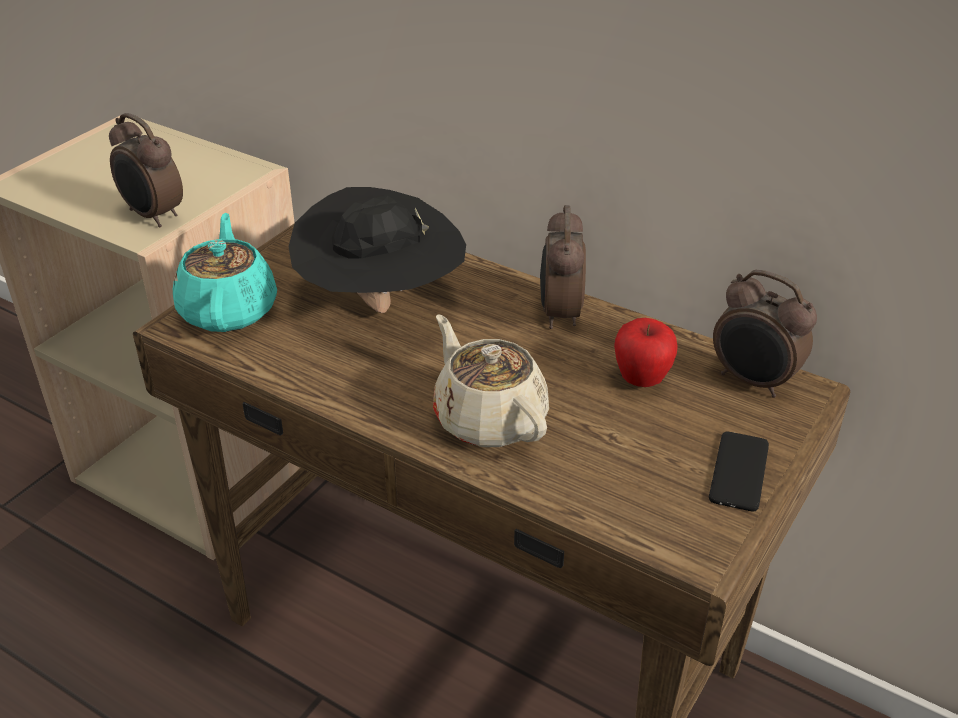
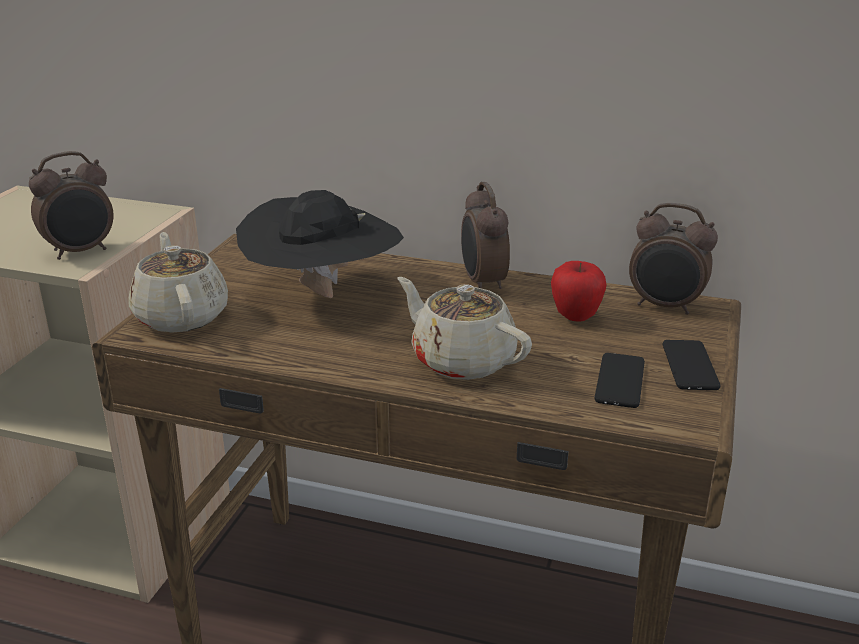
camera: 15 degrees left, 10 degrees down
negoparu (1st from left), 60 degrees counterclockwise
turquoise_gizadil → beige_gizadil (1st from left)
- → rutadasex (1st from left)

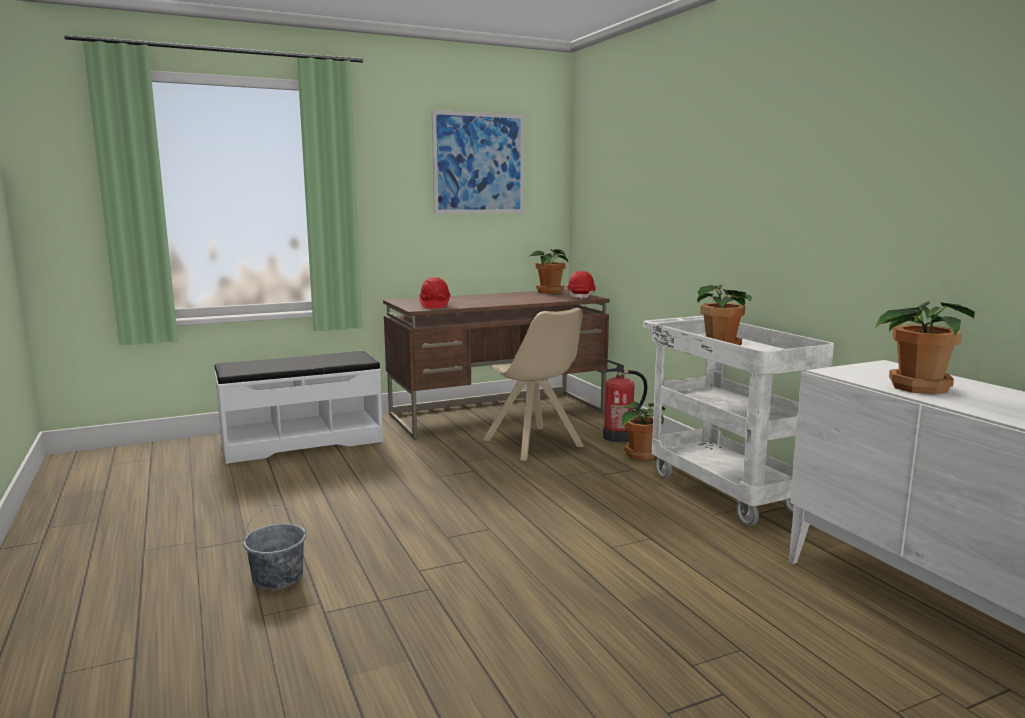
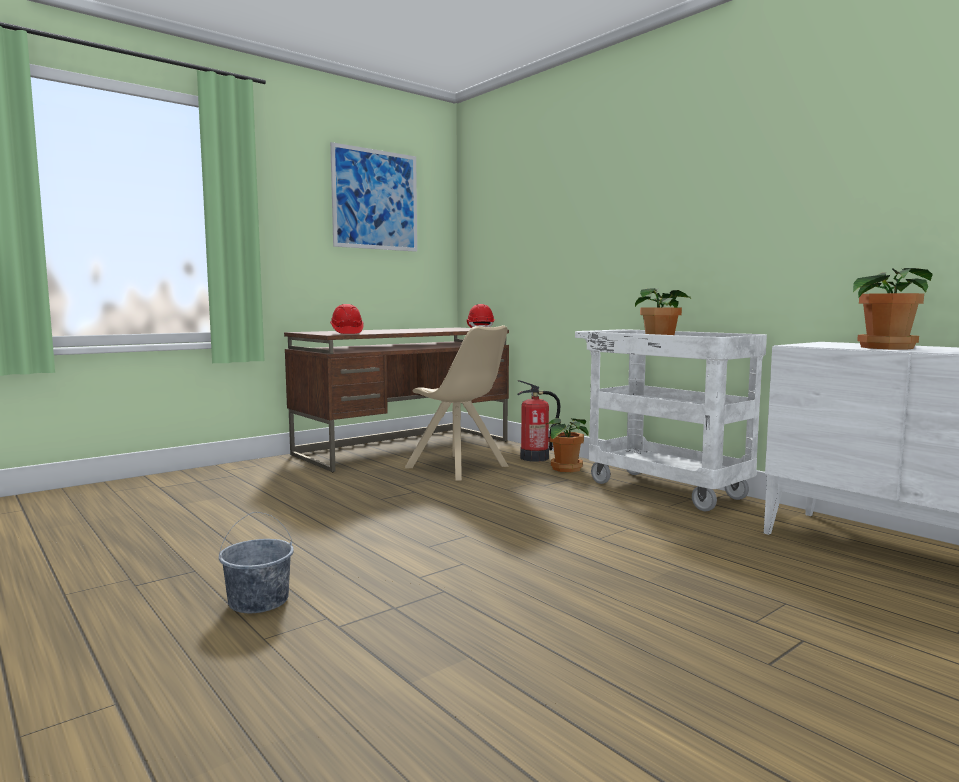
camera: 15 degrees left, 5 degrees down
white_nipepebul → -
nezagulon (1st from left) → -

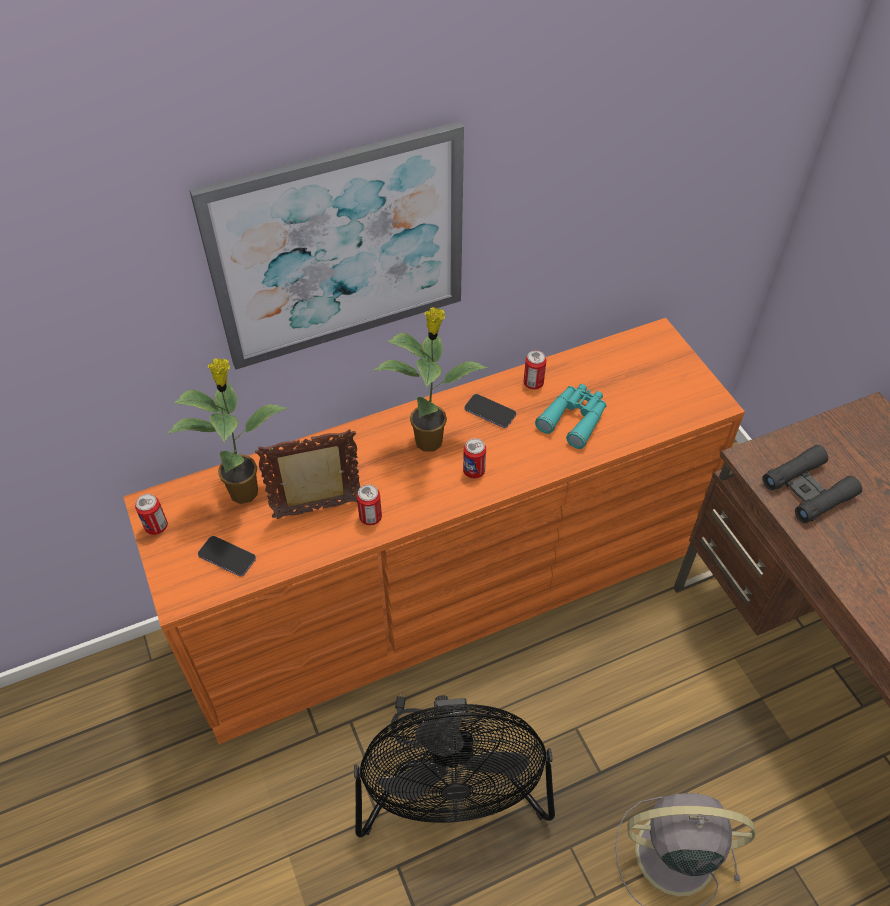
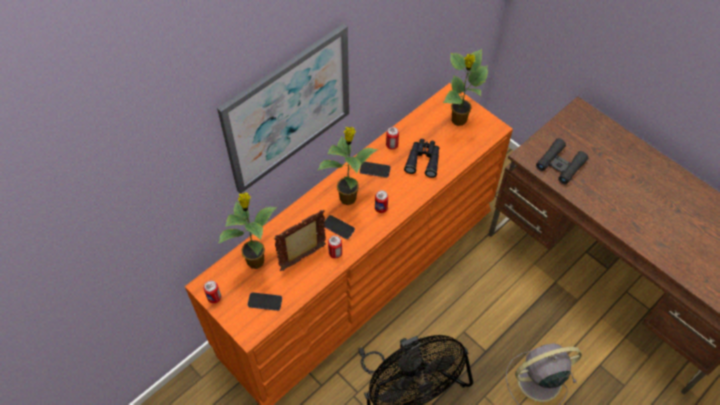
camera: 20 degrees left, 5 degrees up
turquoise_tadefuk → black_tadefuk (1st from left)
- → rutadasex (2nd from left)
- → nezagulon (3rd from left)

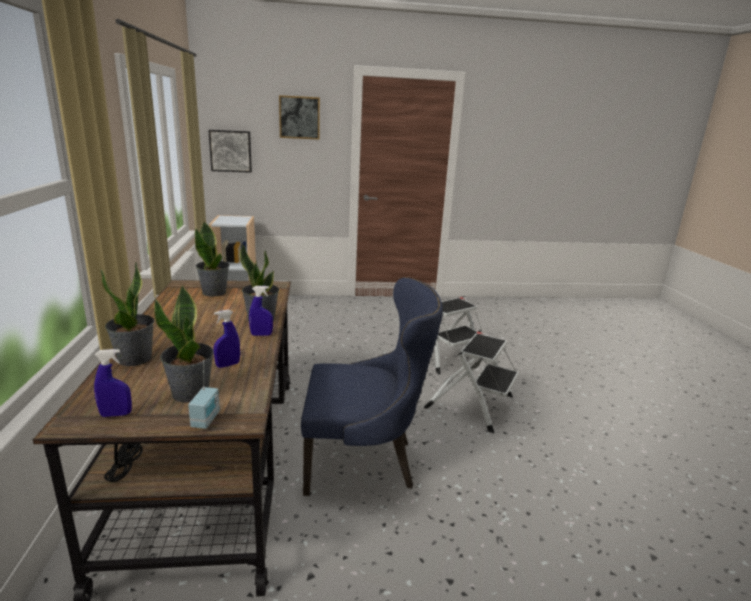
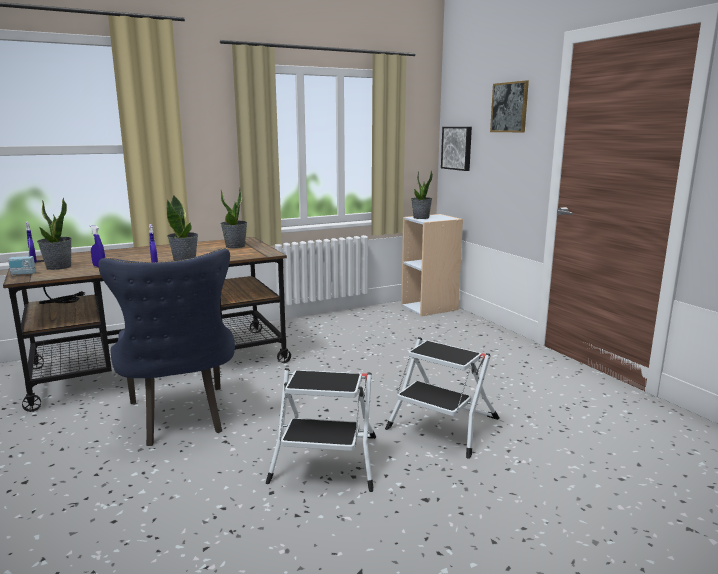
camera: 70 degrees right, 5 degrees down
nezagulon (1st from left in the first image) → nezagulon (4th from left), move

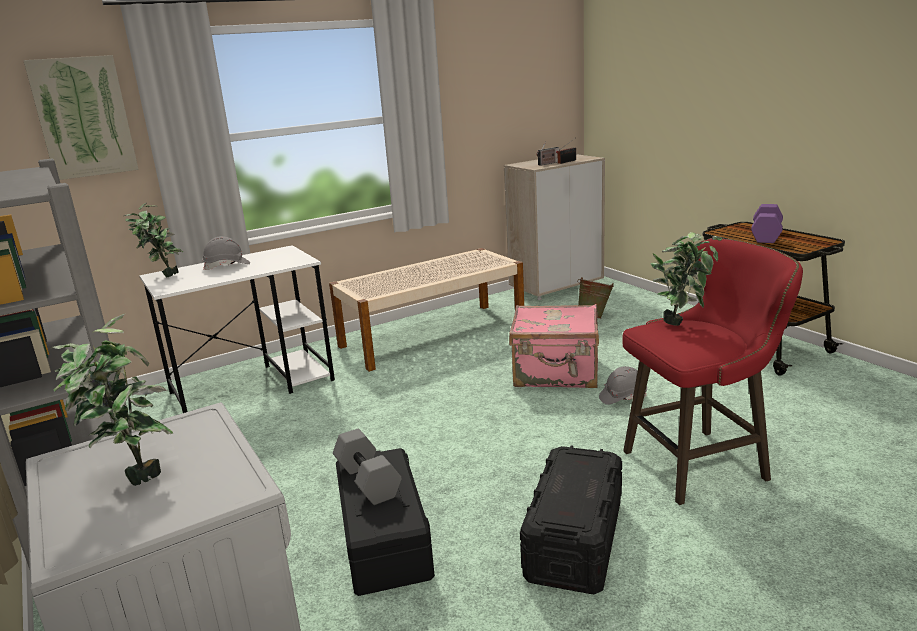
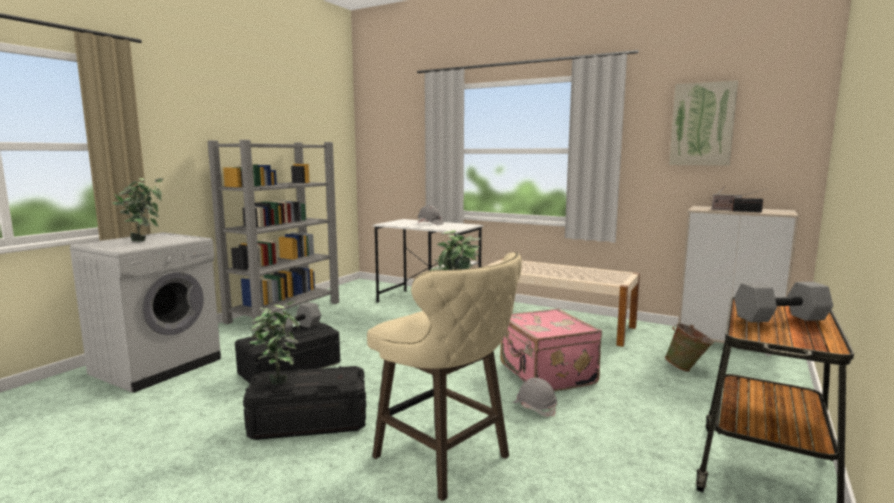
camera: 60 degrees right, 10 degrees down
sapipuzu, move
nezagulon (2nd from left), move
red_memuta → beige_memuta
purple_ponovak → grey_ponovak (2nd from left)

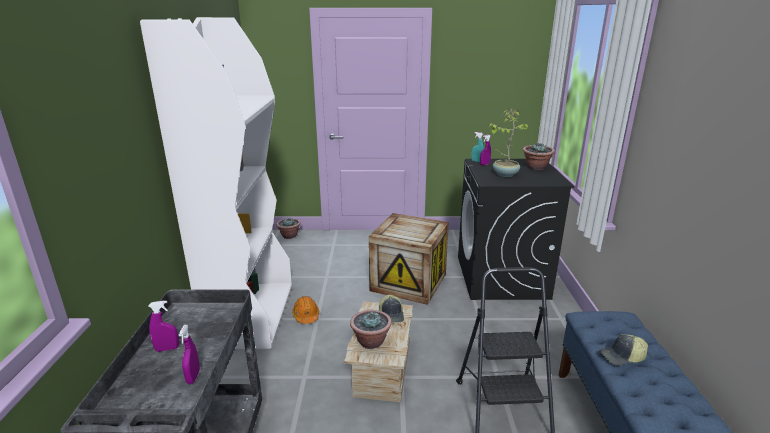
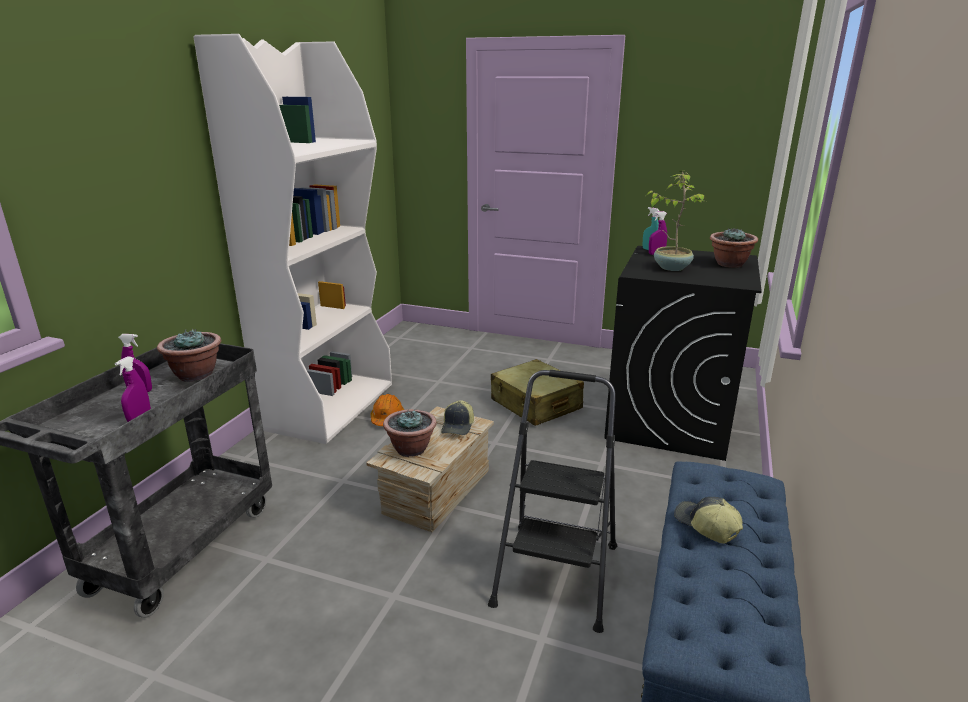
camera: 20 degrees right, 0 degrees up
nezagulon (1st from left), move
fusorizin (2nd from left) → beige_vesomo
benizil (2nd from left), 45 degrees clockwise

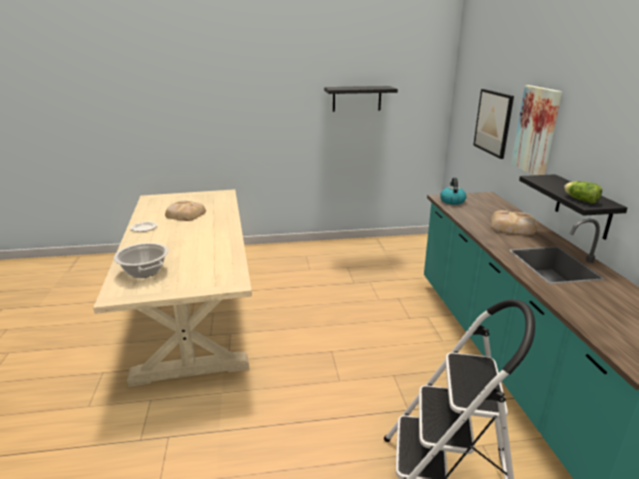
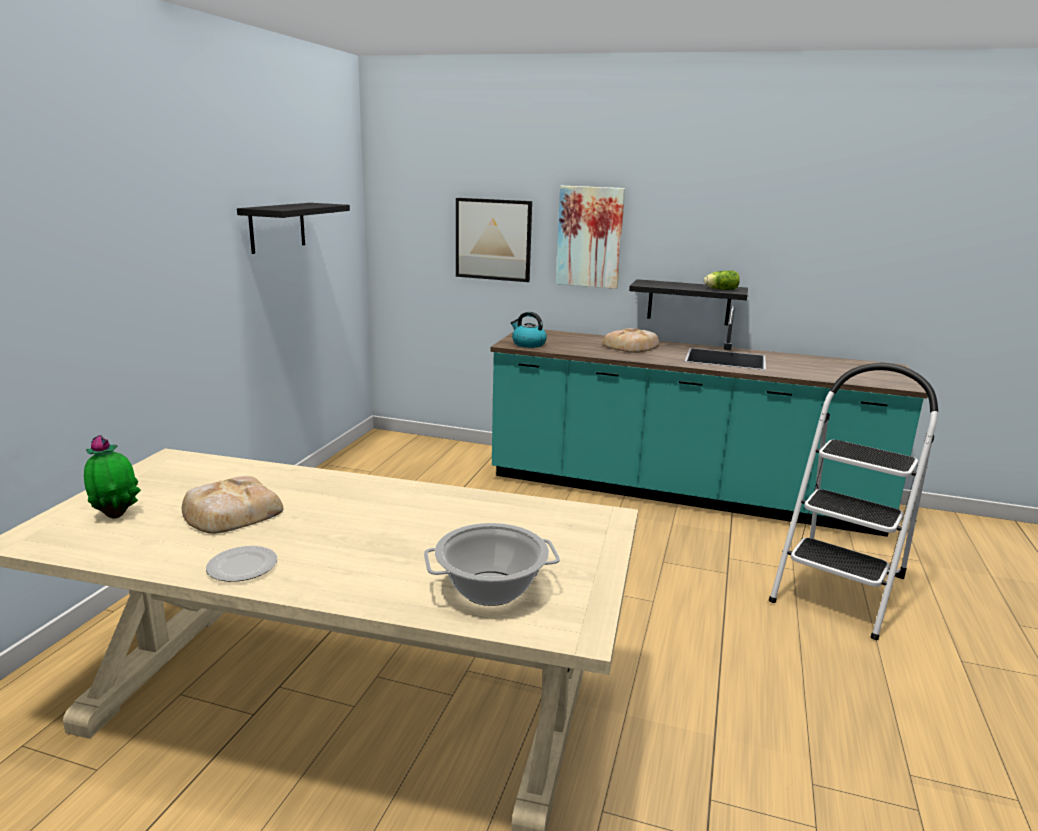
camera: 65 degrees left, 5 degrees down
- → nezagulon

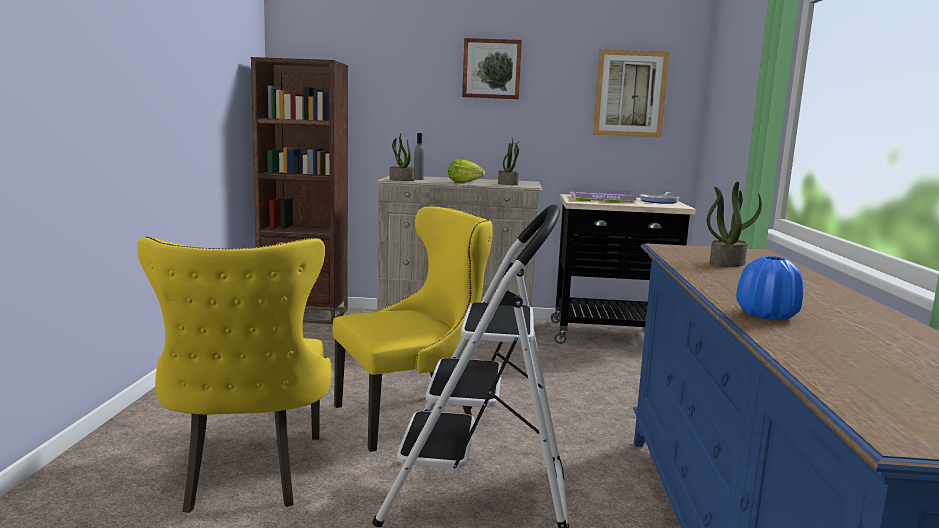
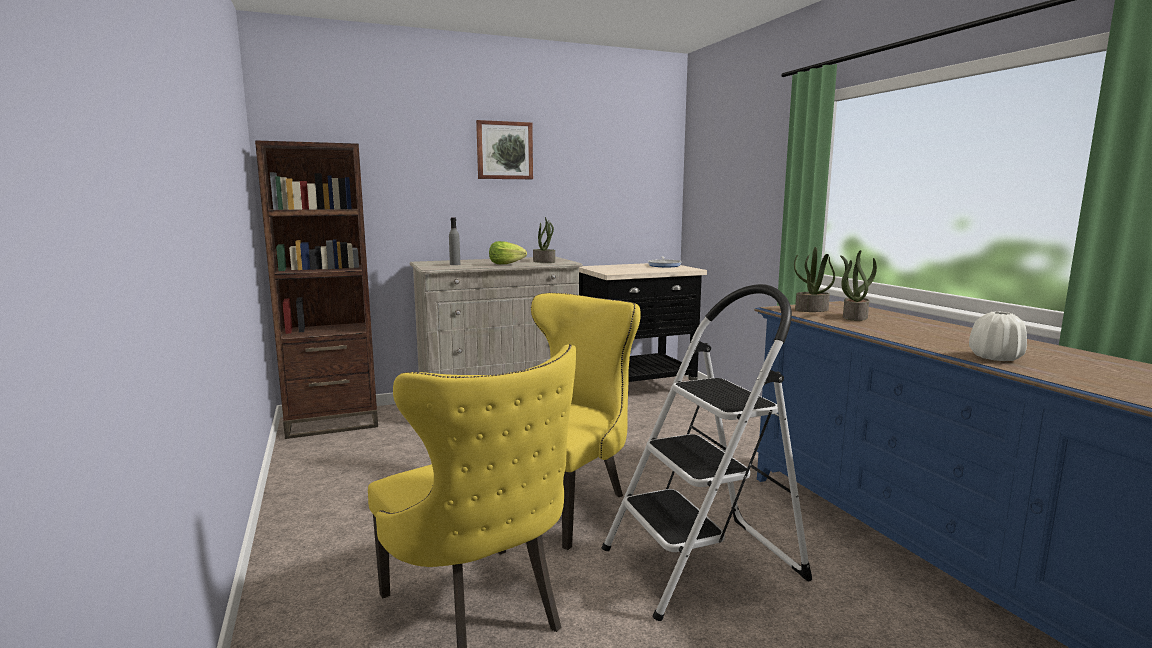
camera: 25 degrees left, 0 degrees up
nezagulon (1st from left in the first image) → nezagulon (2nd from left), move
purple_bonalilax → -
sapipuzu (2nd from left) → -
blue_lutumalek → white_lutumalek

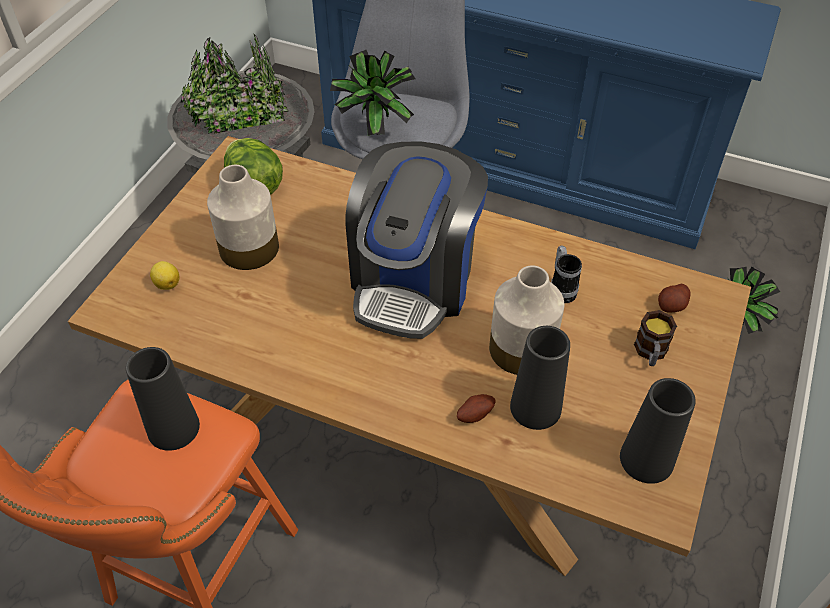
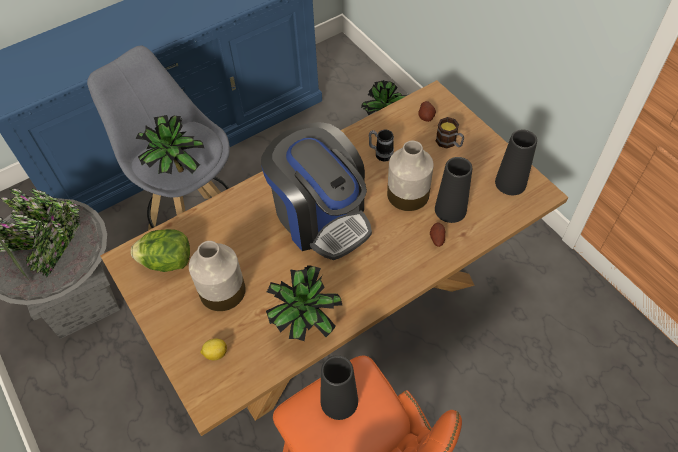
camera: 55 degrees left, 5 degrees up
- → nezagulon (2nd from left)

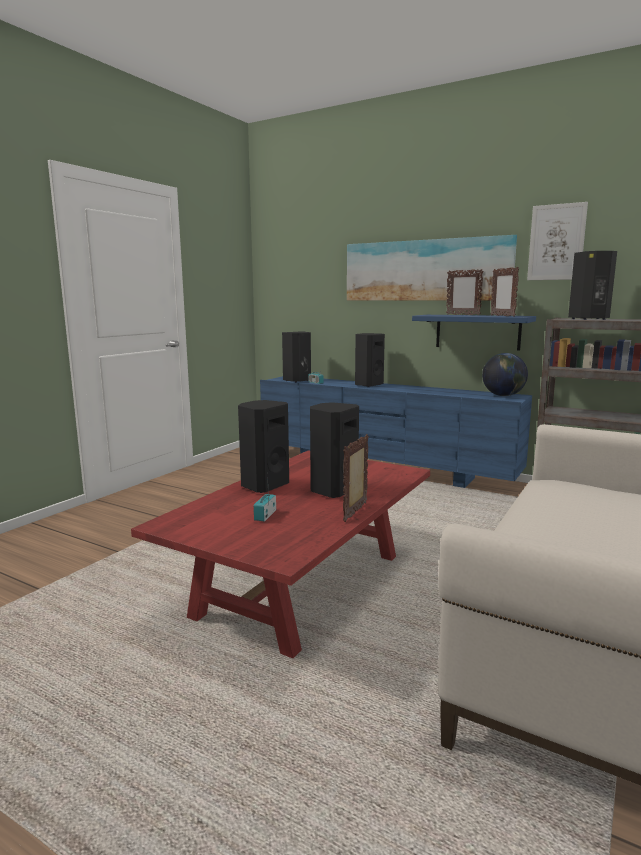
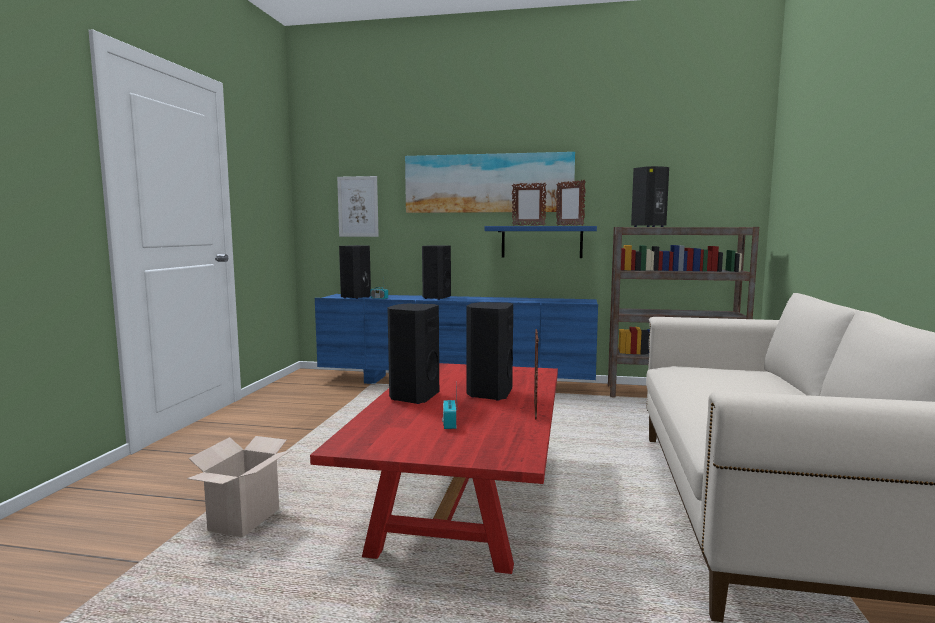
camera: 20 degrees left, 5 degrees down
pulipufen → -
sapipuzu (2nd from left in the first image) → sapipuzu (1st from left), move
- → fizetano

